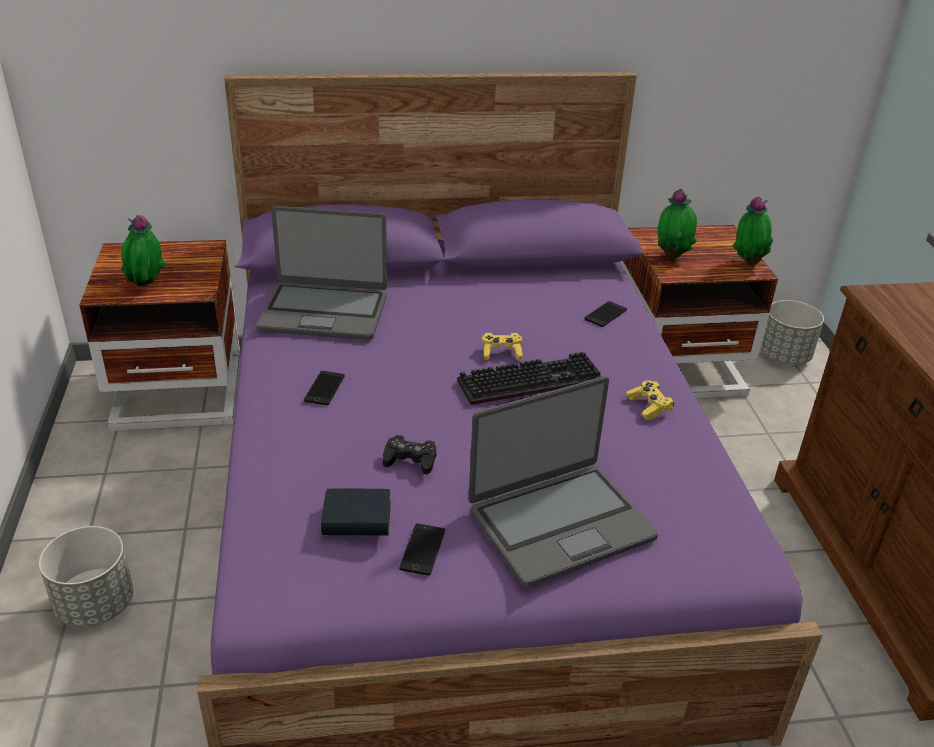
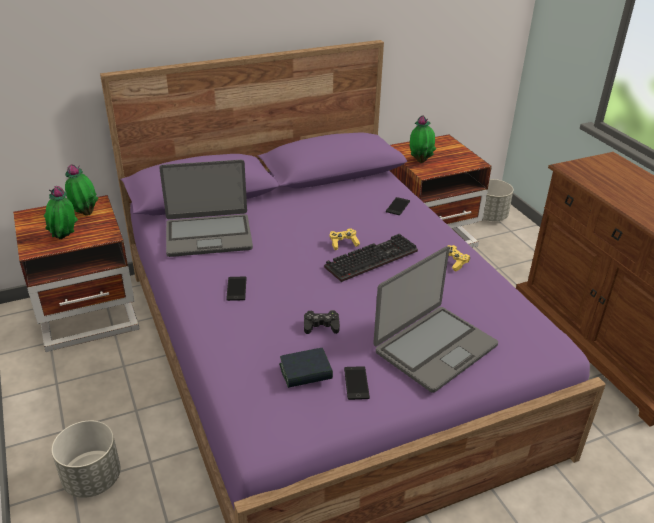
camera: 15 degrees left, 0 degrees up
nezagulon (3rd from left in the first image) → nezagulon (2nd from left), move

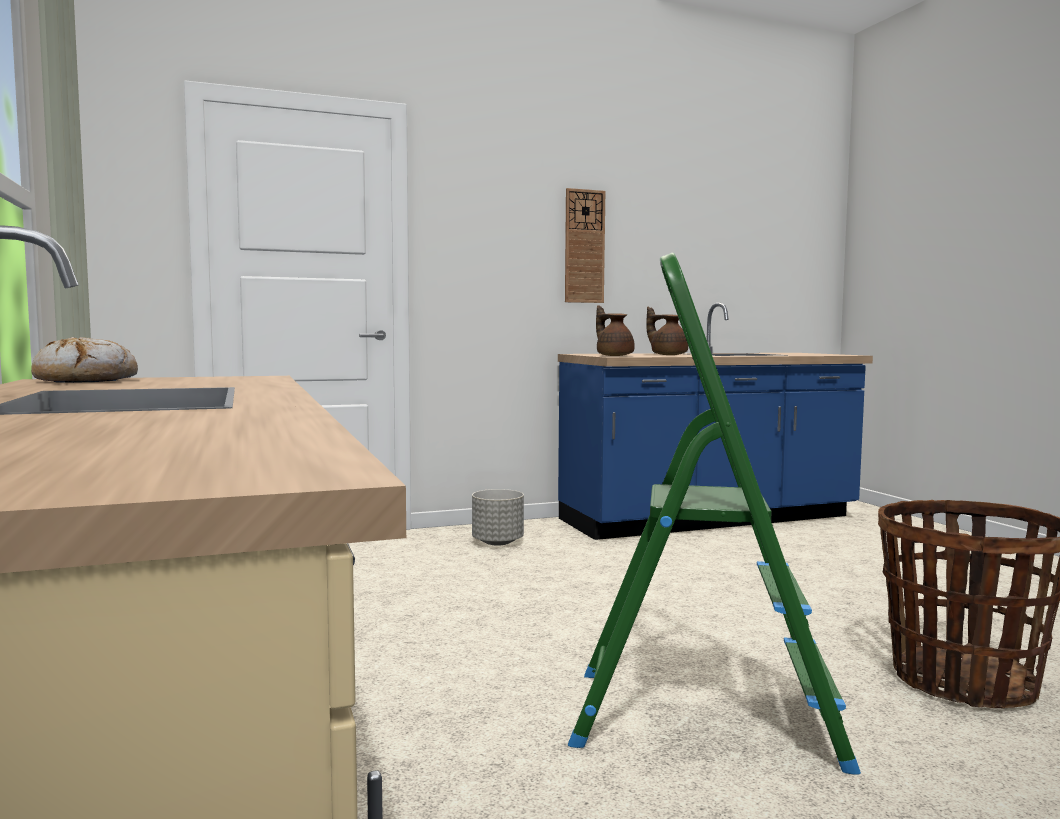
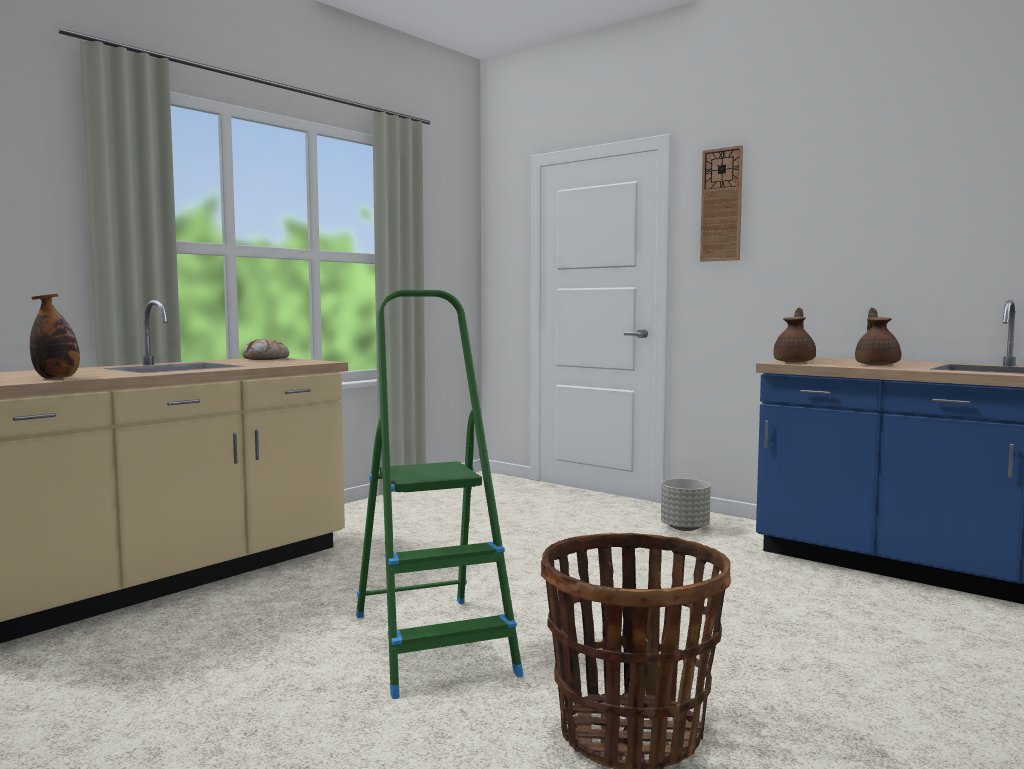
camera: 60 degrees right, 0 degrees up
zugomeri, move
- → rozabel

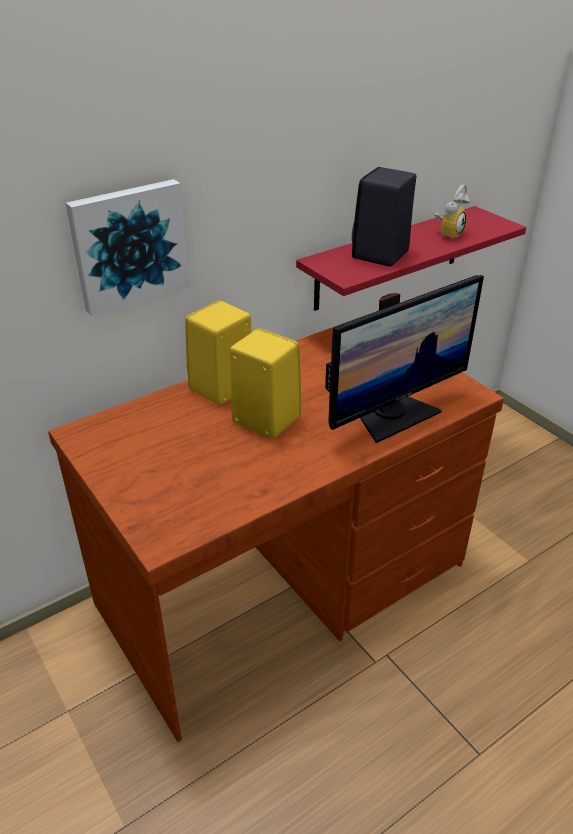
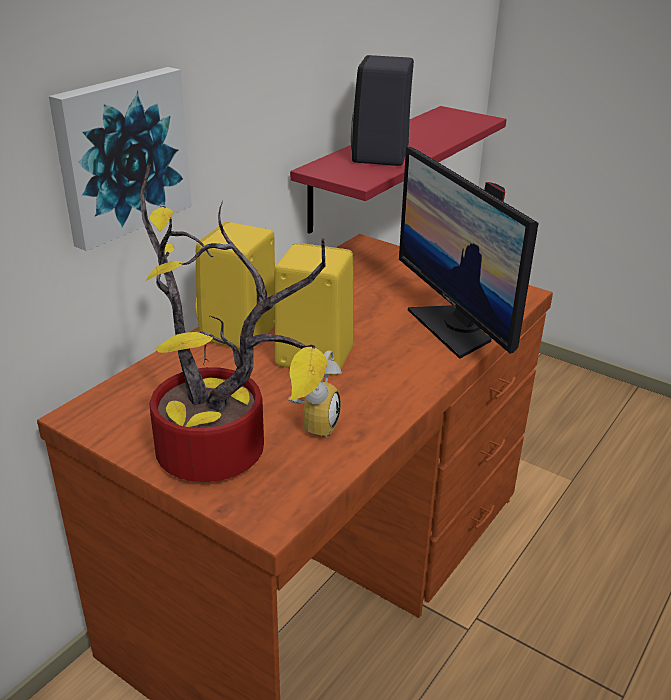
camera: 20 degrees left, 5 degrees down
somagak, 120 degrees clockwise
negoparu, move
- → nezagulon

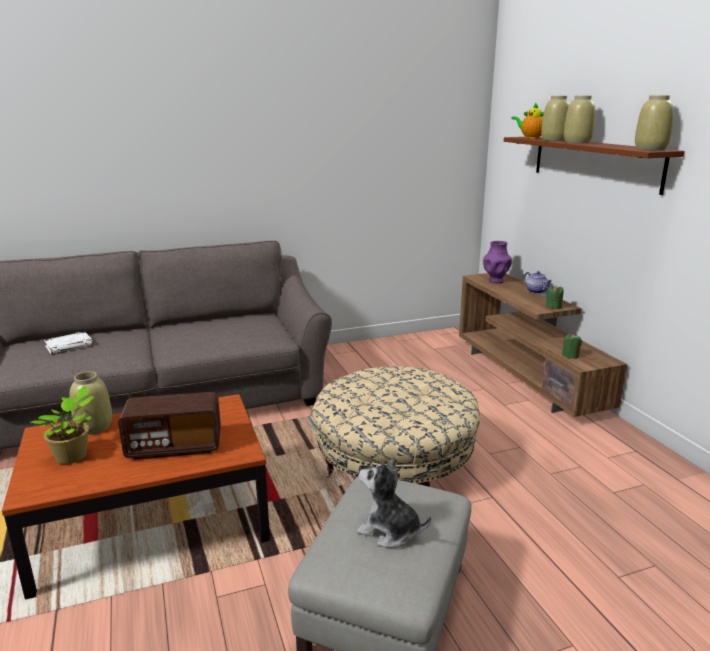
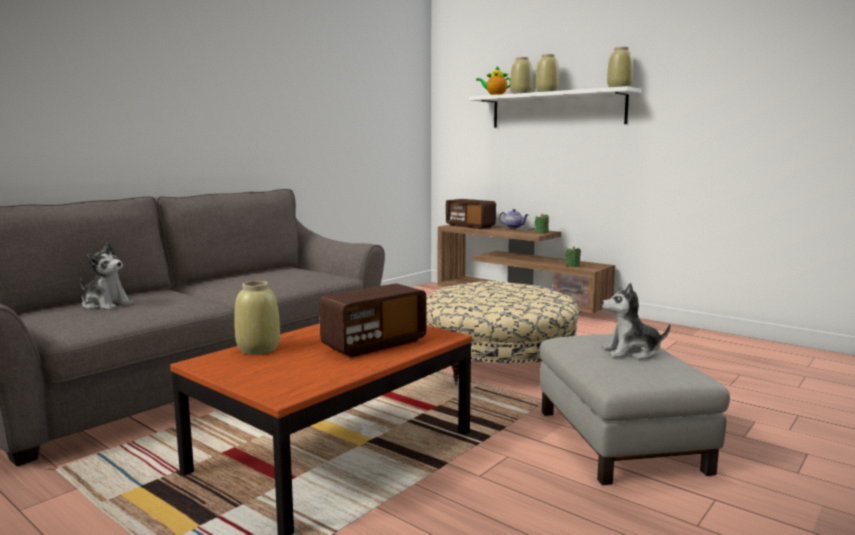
camera: 30 degrees left, 10 degrees down
nezagulon → -
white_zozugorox → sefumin (1st from left)
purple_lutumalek → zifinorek (2nd from left)
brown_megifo → white_megifo

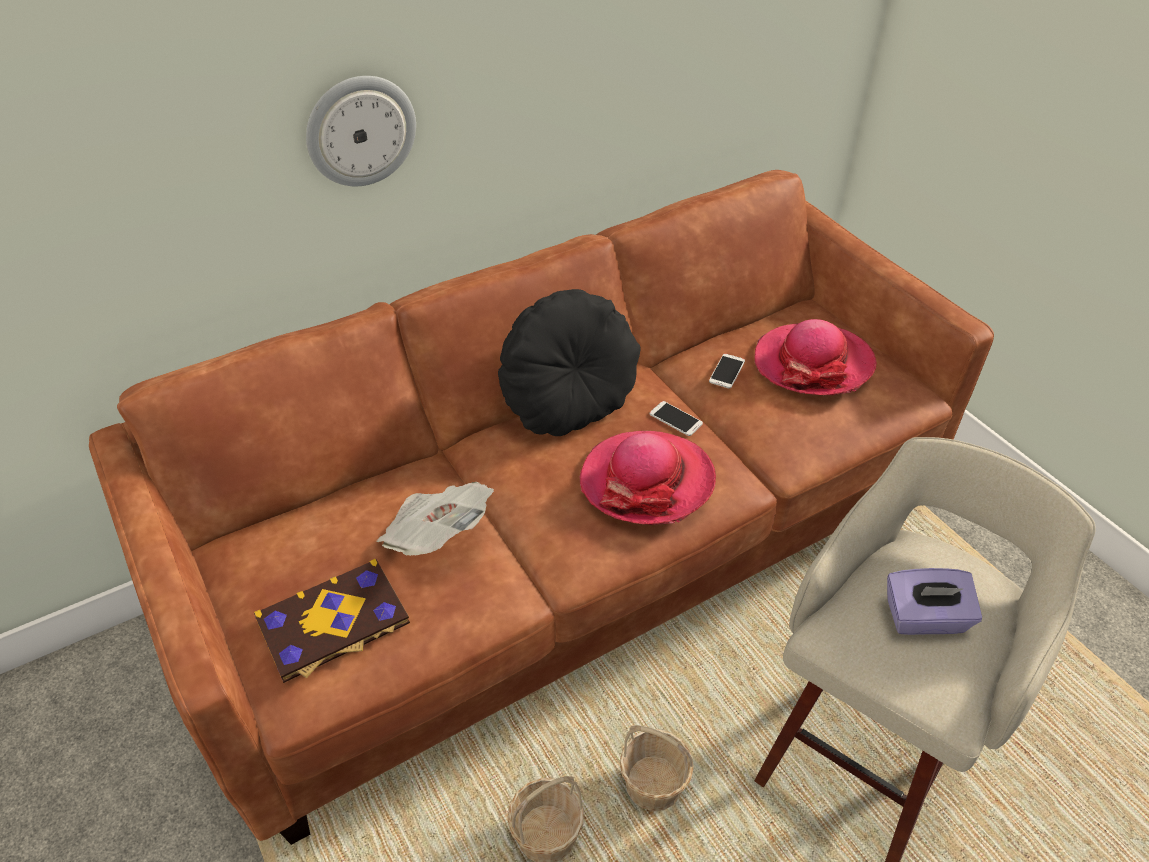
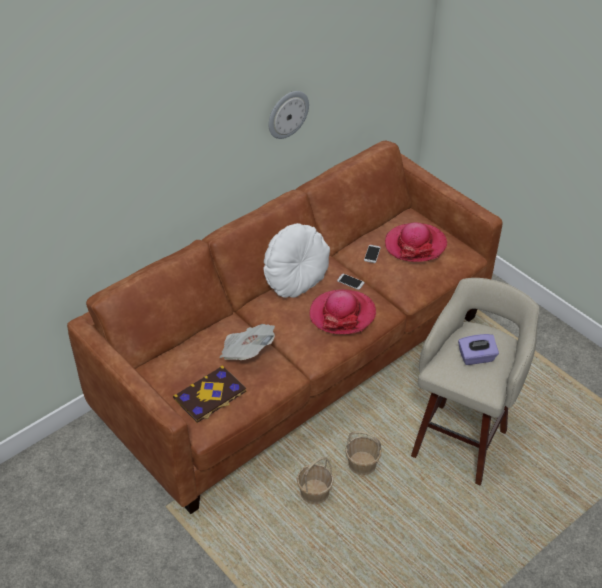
camera: 10 degrees left, 0 degrees up
zugomeri, move
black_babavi → white_babavi

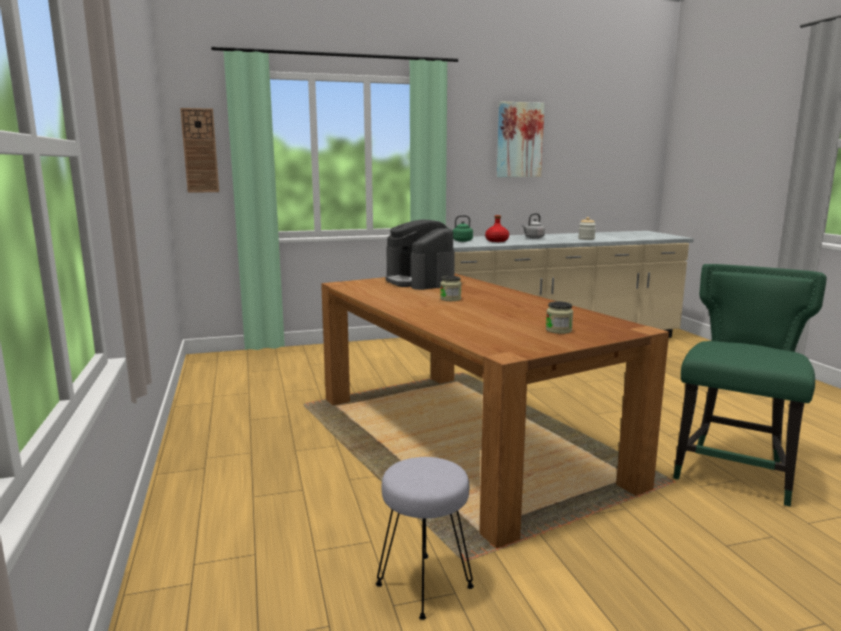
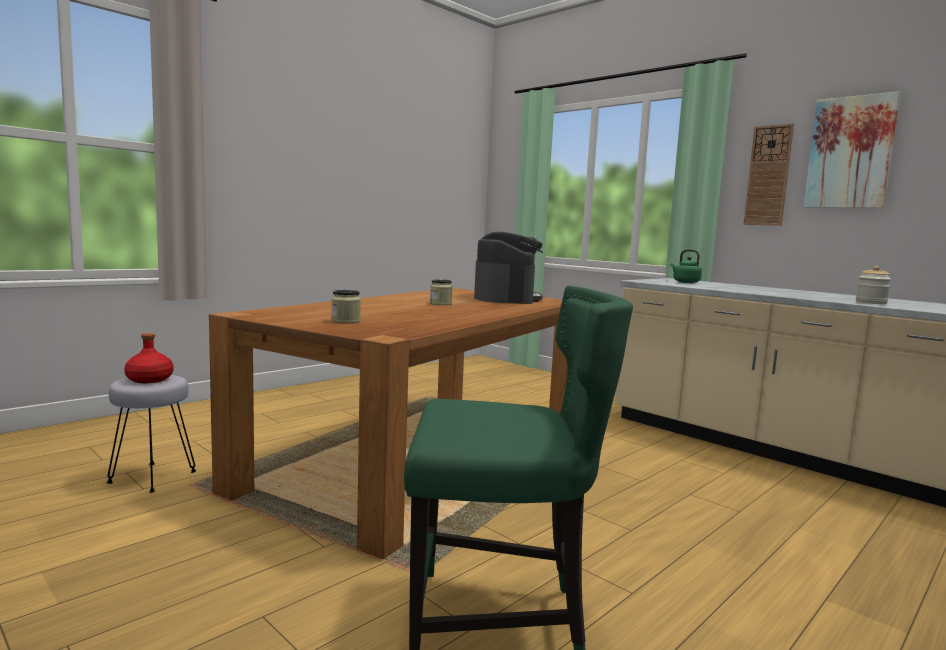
camera: 60 degrees right, 5 degrees down
zugomeri, move
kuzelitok, 150 degrees clockwise
red_rozabel, move
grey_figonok → -

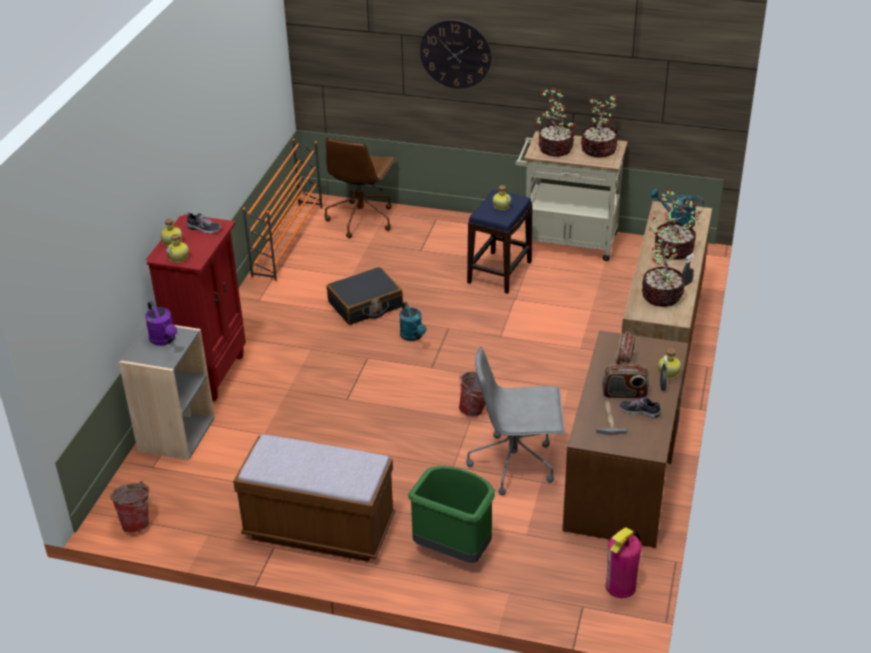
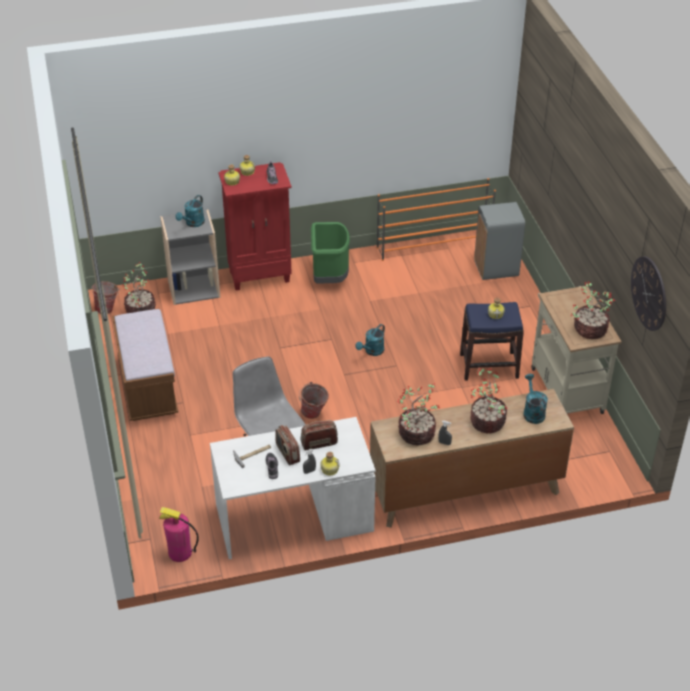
camera: 60 degrees right, 5 degrees up
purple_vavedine → turquoise_vavedine (1st from left)
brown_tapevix → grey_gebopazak
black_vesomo → -
green_gebopazak, move
zugomeri, move
nezagulon (1st from left), move
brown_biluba → white_biluba

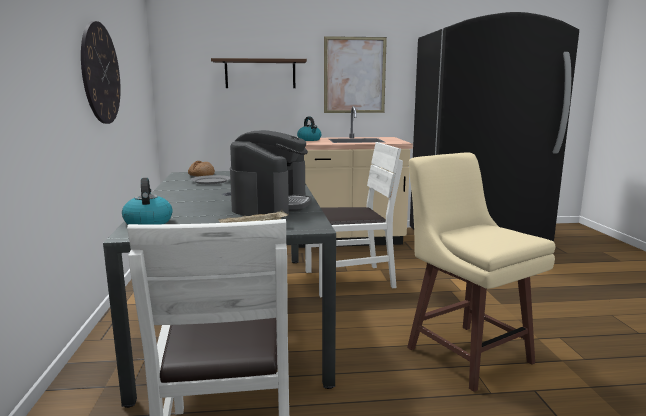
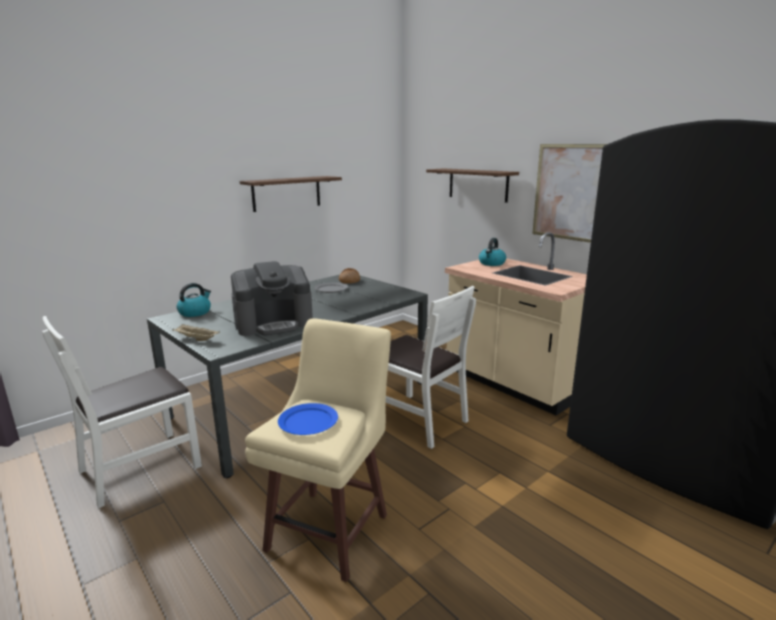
camera: 55 degrees right, 5 degrees up
zugomeri → megifo (1st from left)
- → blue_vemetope

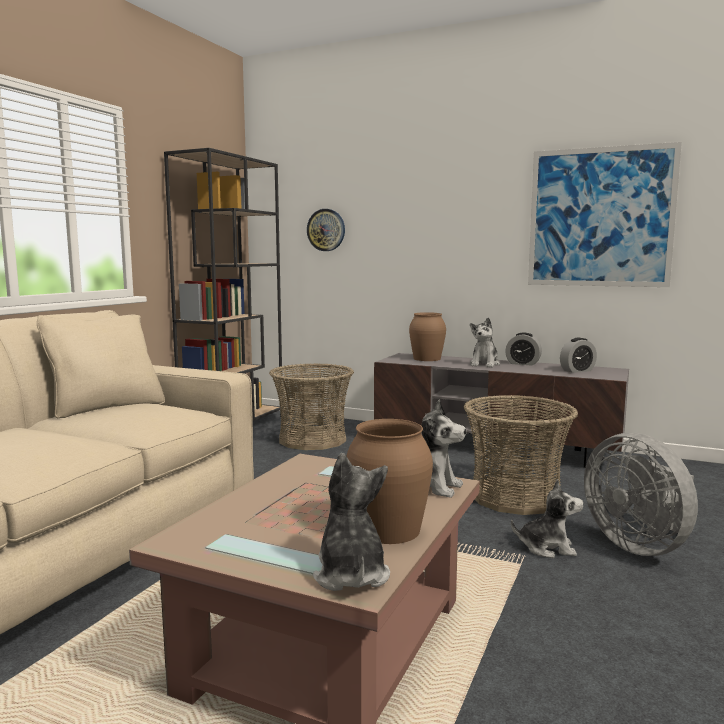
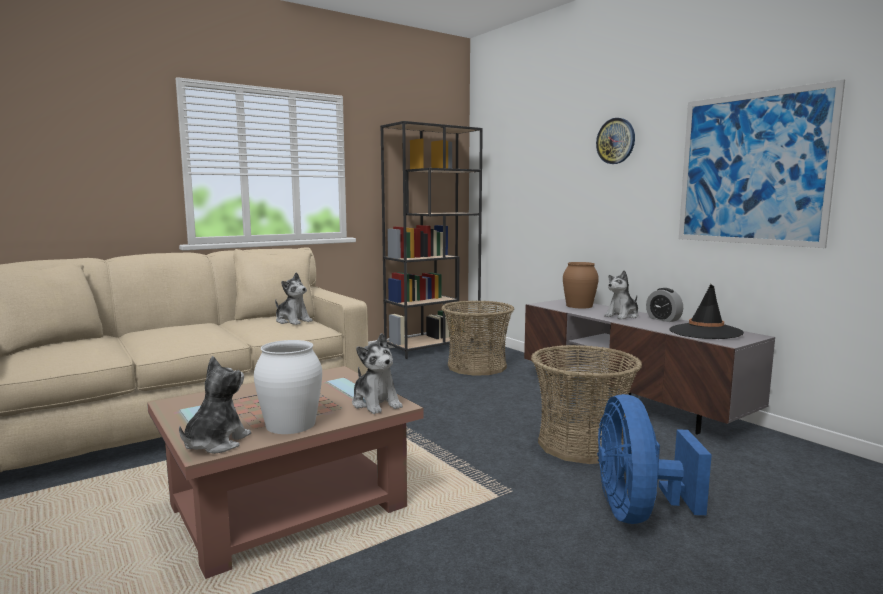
camera: 30 degrees right, 0 degrees up
zugomeri, move
brown_lutumalek (1st from left) → white_lutumalek
sefumin (4th from left in the first image) → sefumin (2nd from left), move
negoparu (2nd from left) → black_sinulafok
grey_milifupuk → blue_milifupuk

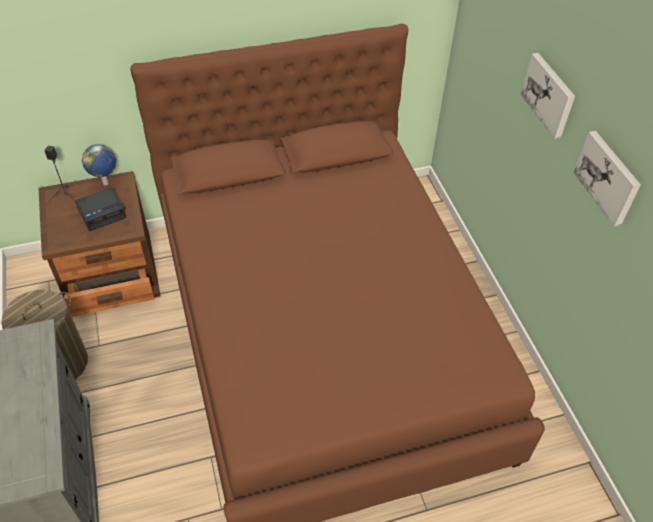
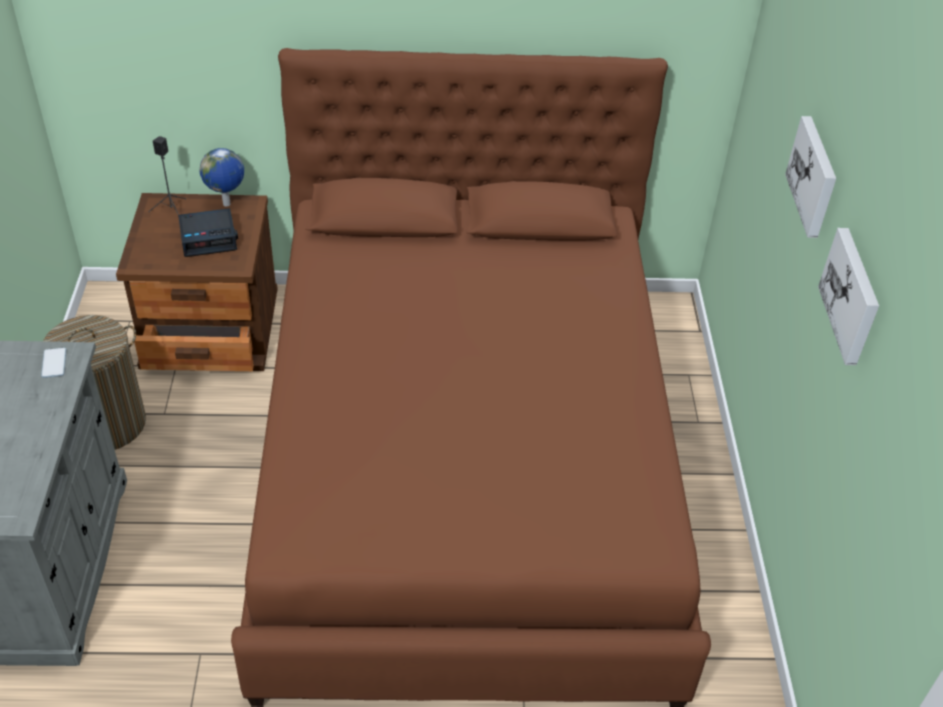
camera: 15 degrees right, 5 degrees down
- → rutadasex

